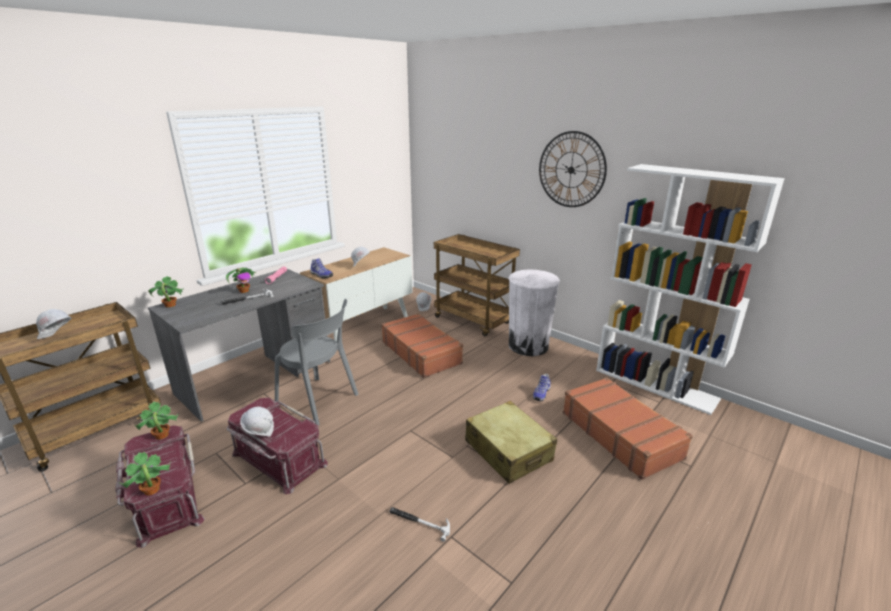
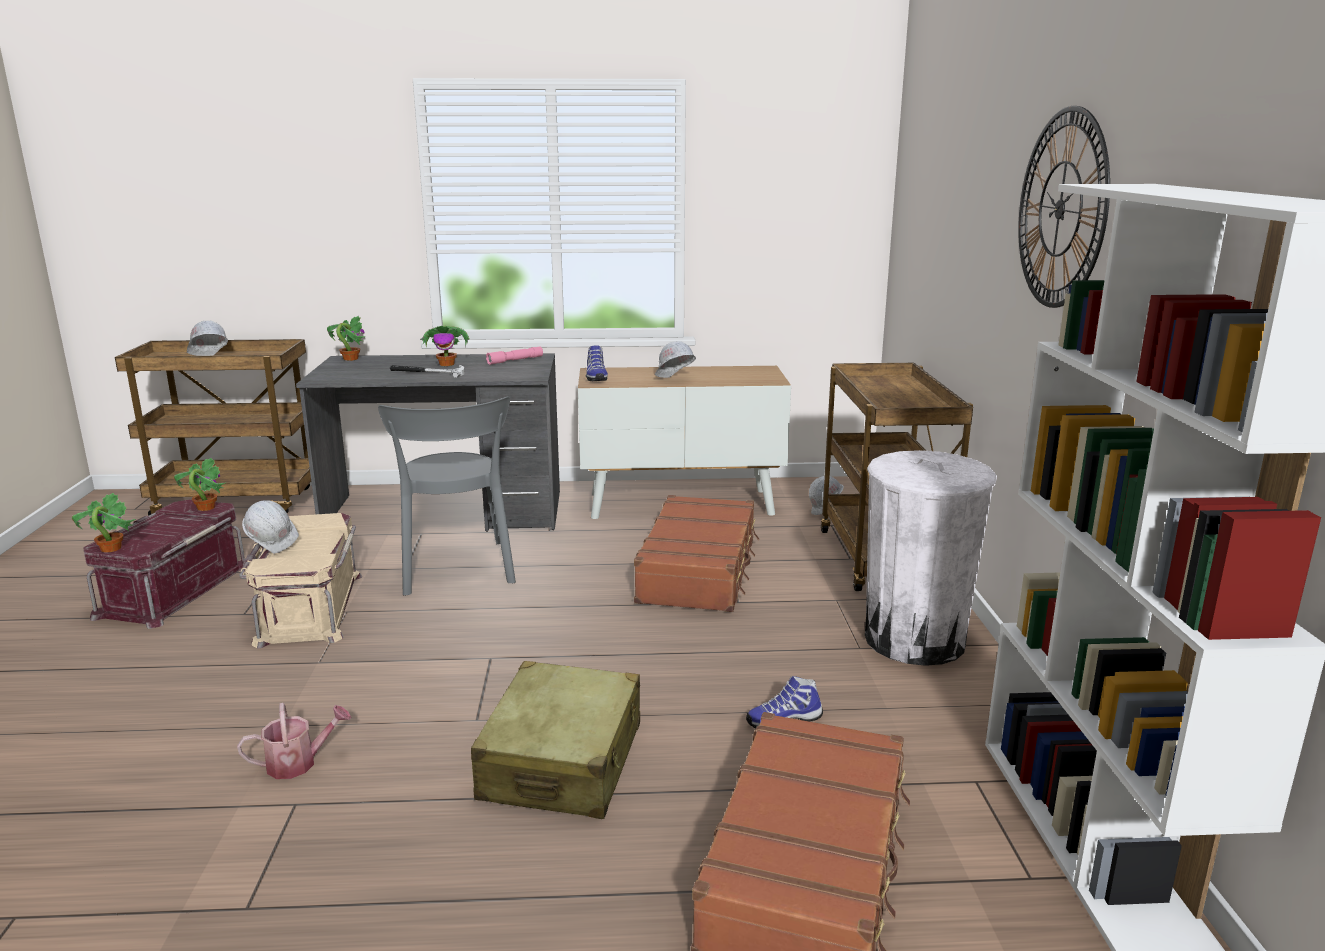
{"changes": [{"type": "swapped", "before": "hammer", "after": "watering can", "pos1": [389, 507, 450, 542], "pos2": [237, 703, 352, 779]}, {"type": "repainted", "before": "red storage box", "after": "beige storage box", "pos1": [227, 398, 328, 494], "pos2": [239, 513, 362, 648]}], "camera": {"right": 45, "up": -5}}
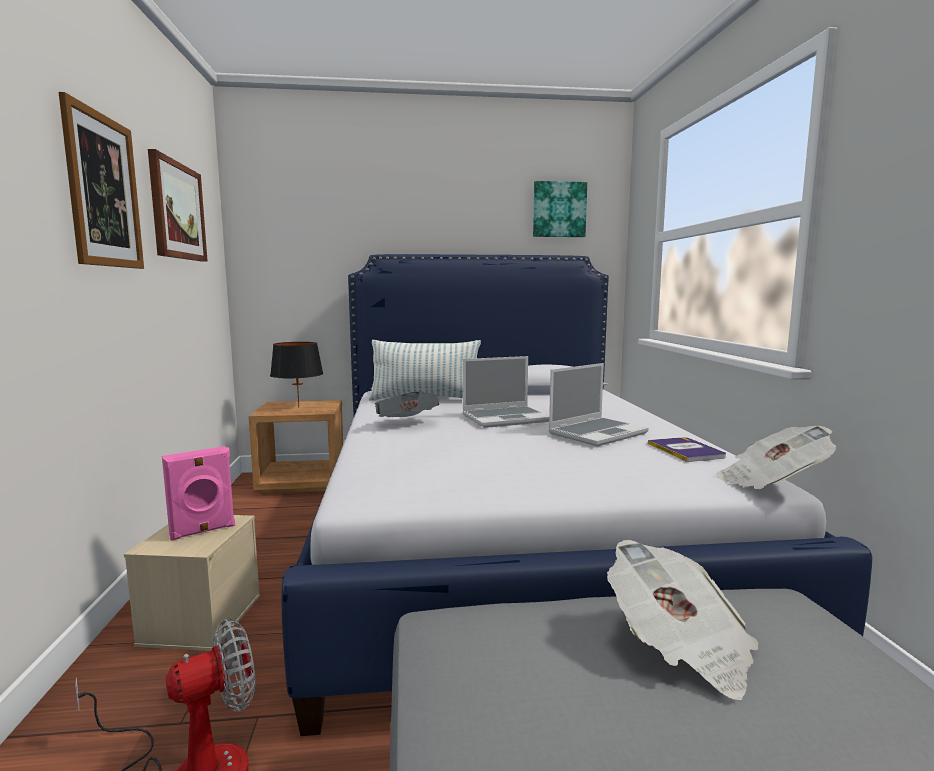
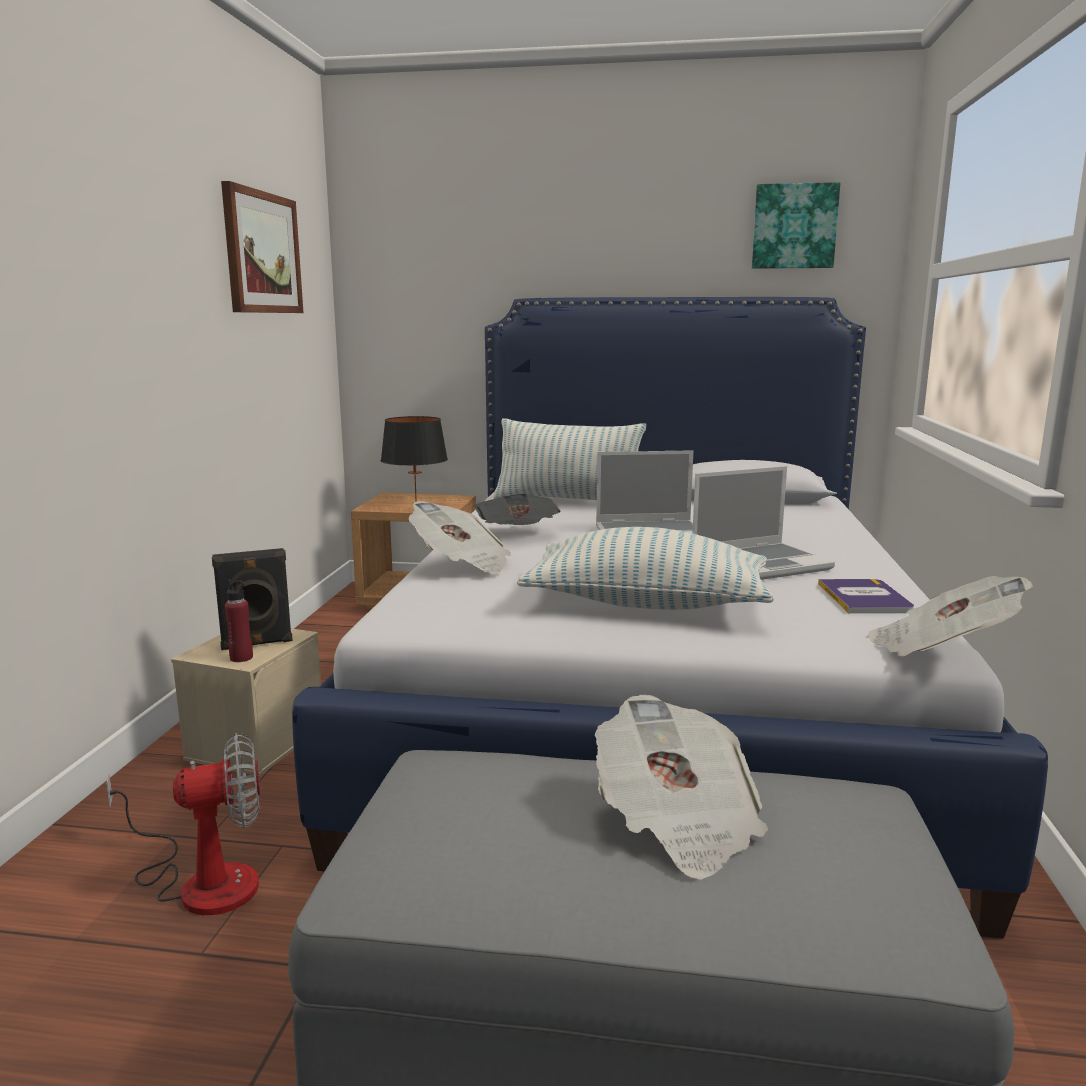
{"changes": [{"type": "gone", "before": "picture", "pos1": [59, 92, 144, 269]}, {"type": "new", "after": "red bottle", "pos2": [225, 579, 253, 662]}, {"type": "new", "after": "newspaper", "pos2": [408, 501, 511, 574]}, {"type": "new", "after": "pillow", "pos2": [517, 527, 774, 610]}, {"type": "repainted", "before": "pink speaker", "after": "black speaker", "pos1": [162, 446, 235, 541], "pos2": [212, 548, 293, 650]}], "camera": {"right": 15, "up": 5}}
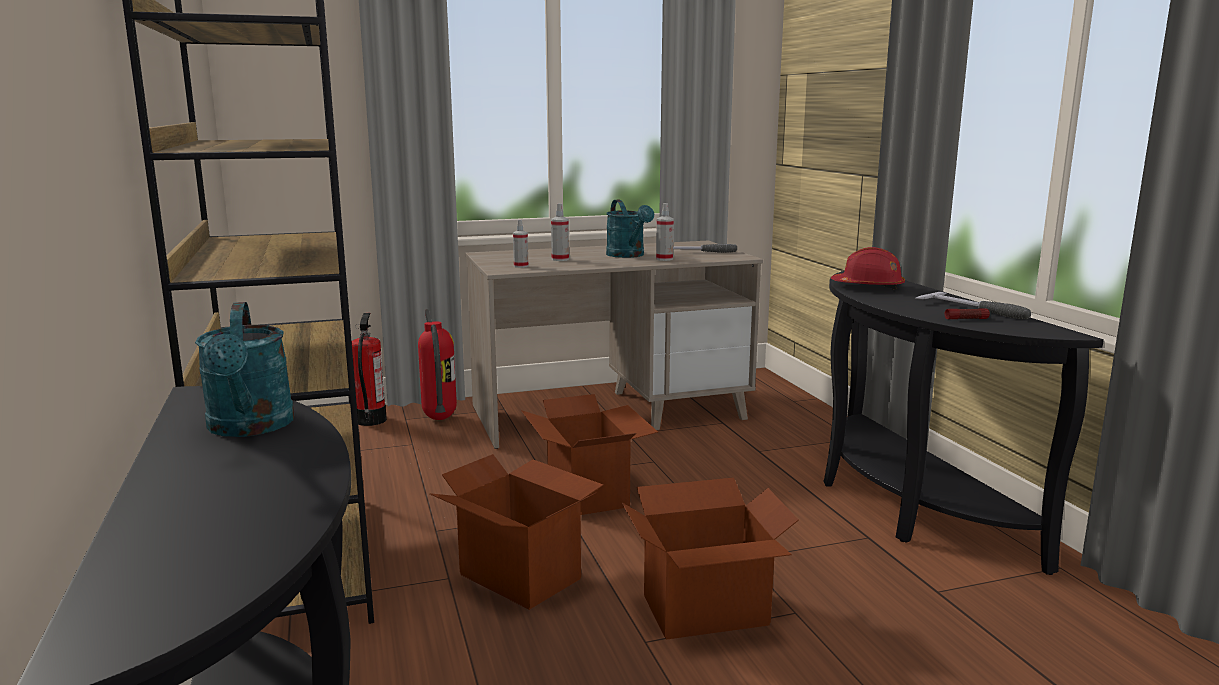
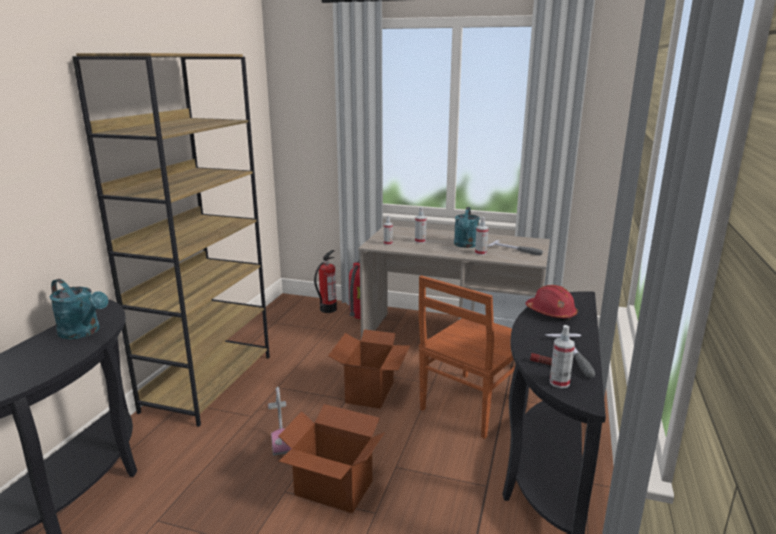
{"changes": [{"type": "new", "after": "brown chair", "pos2": [419, 276, 515, 439]}, {"type": "new", "after": "spray bottle", "pos2": [550, 325, 575, 388]}, {"type": "swapped", "before": "cardboard box", "after": "vacuum cleaner", "pos1": [429, 454, 603, 610], "pos2": [268, 387, 291, 456]}, {"type": "rotated", "before": "turquoise watering can", "pos1": [195, 302, 294, 437], "pos2": [49, 279, 108, 339], "turn": -75}], "camera": {"right": 35, "up": 5}}
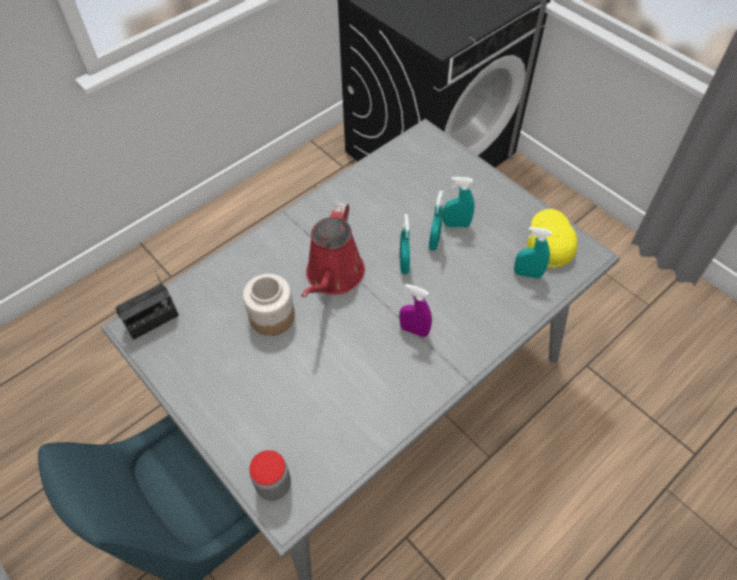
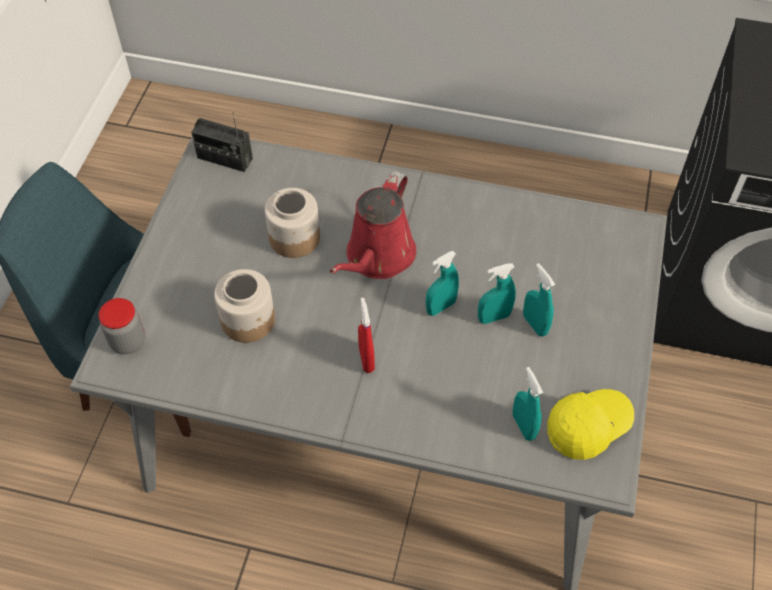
{"changes": [{"type": "new", "after": "jar", "pos2": [214, 269, 275, 343]}, {"type": "repainted", "before": "purple spray bottle", "after": "red spray bottle", "pos1": [399, 284, 432, 337], "pos2": [358, 298, 375, 373]}, {"type": "rotated", "before": "red watering can", "pos1": [301, 202, 365, 298], "pos2": [330, 171, 416, 279], "turn": -45}], "camera": {"right": 55, "up": 0}}
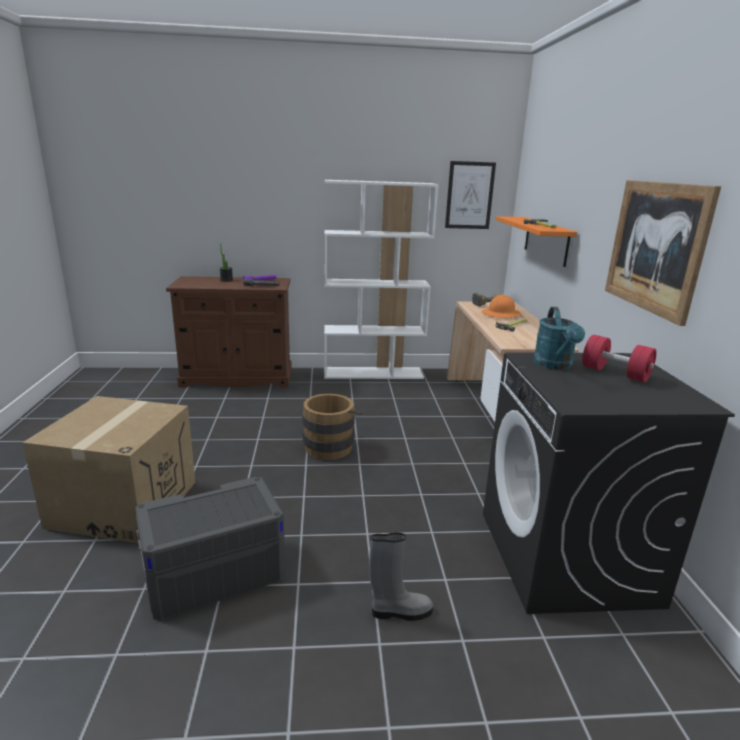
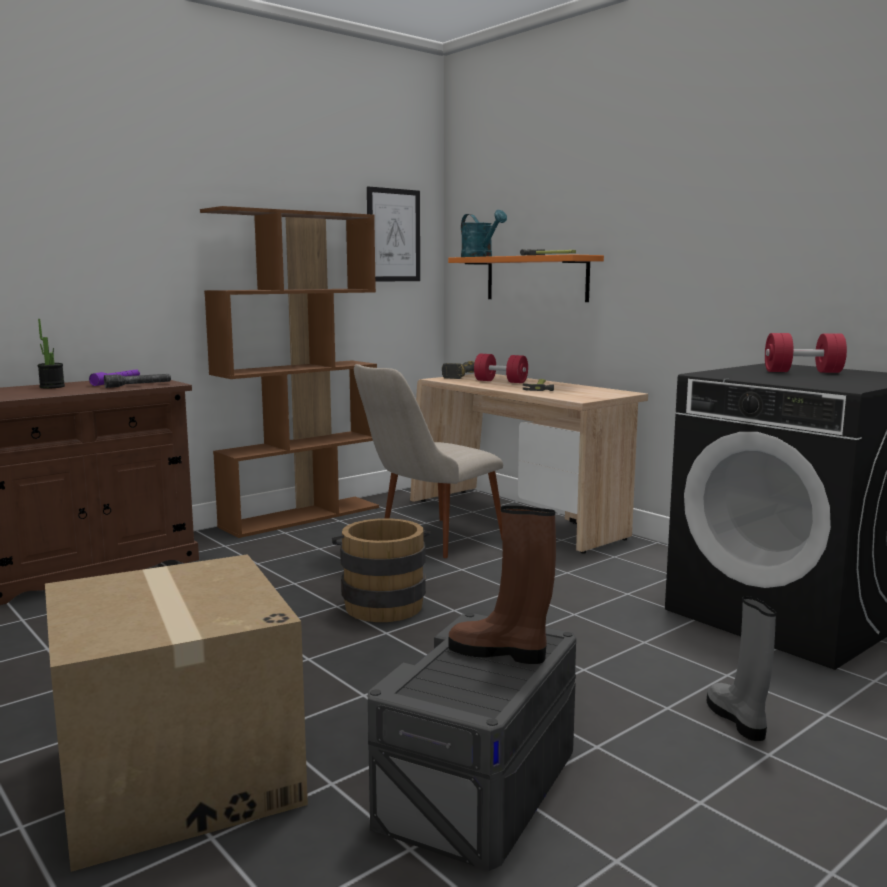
{"changes": [{"type": "gone", "before": "picture", "pos1": [605, 180, 721, 326]}, {"type": "new", "after": "beige chair", "pos2": [354, 364, 503, 558]}, {"type": "new", "after": "brown boot", "pos2": [449, 506, 556, 664]}, {"type": "shifted", "before": "turquoise watering can", "pos1": [533, 307, 585, 370], "pos2": [461, 210, 507, 257]}, {"type": "swapped", "before": "orange hard hat", "after": "red dumbbell", "pos1": [482, 295, 521, 318], "pos2": [474, 354, 528, 383]}, {"type": "repainted", "before": "white bookcase", "after": "brown bookcase", "pos1": [324, 180, 439, 379], "pos2": [200, 206, 379, 538]}, {"type": "rotated", "before": "grey boot", "pos1": [369, 533, 433, 621], "pos2": [707, 596, 776, 741], "turn": -60}], "camera": {"right": -35, "up": -10}}
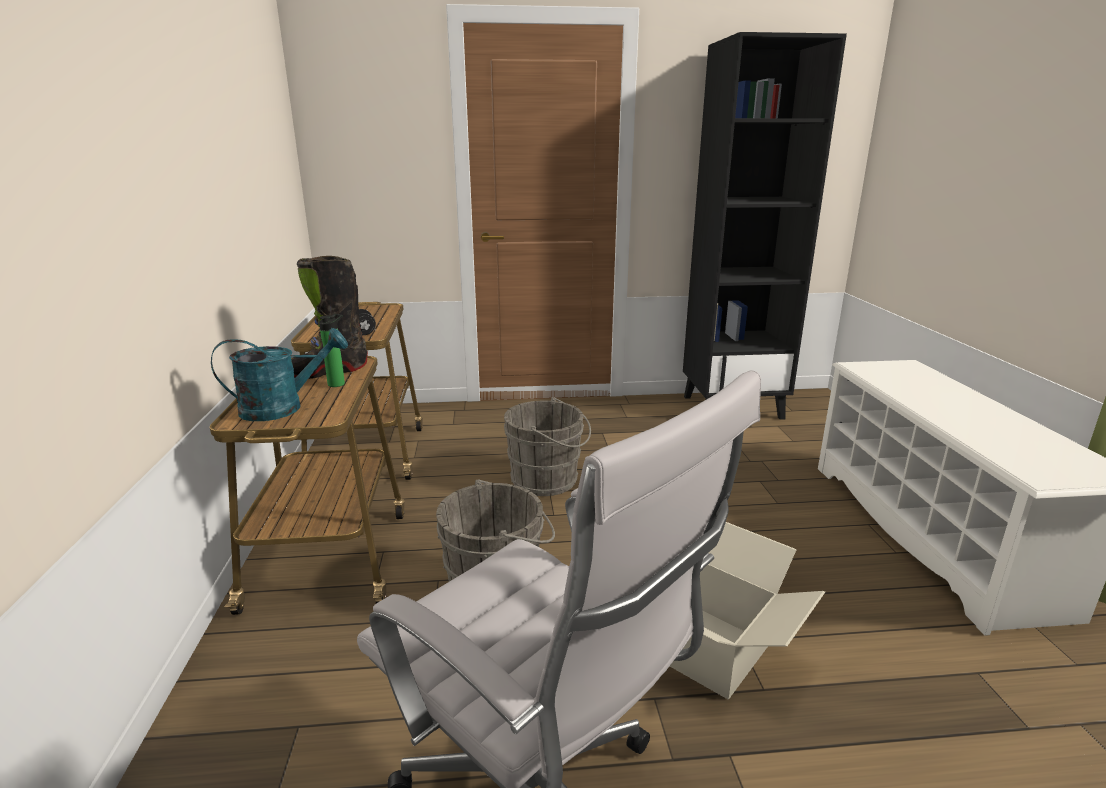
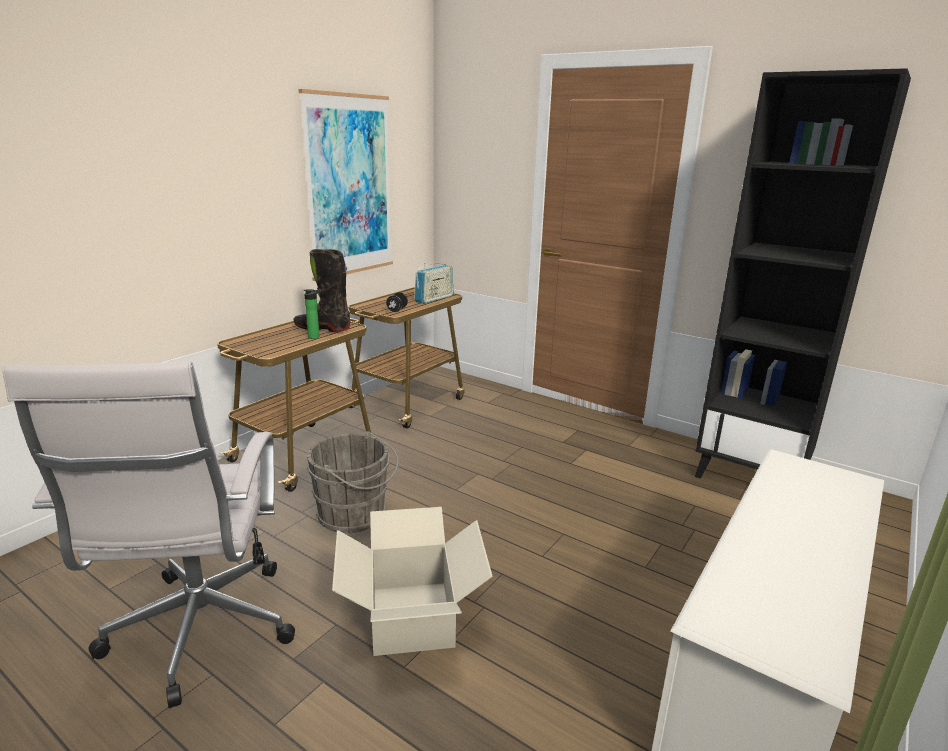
{"changes": [{"type": "gone", "before": "turquoise watering can", "pos1": [211, 328, 348, 421]}, {"type": "gone", "before": "grey bucket", "pos1": [504, 397, 591, 496]}, {"type": "new", "after": "picture", "pos2": [298, 89, 393, 281]}, {"type": "new", "after": "radio", "pos2": [414, 262, 453, 304]}], "camera": {"right": 40, "up": 0}}
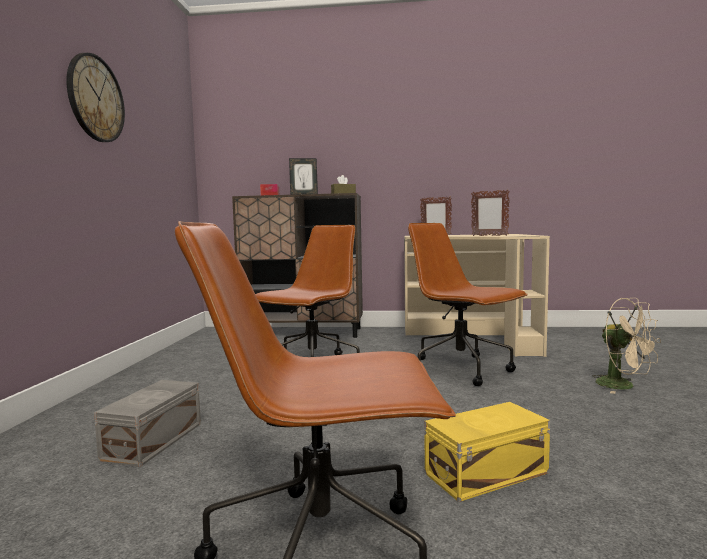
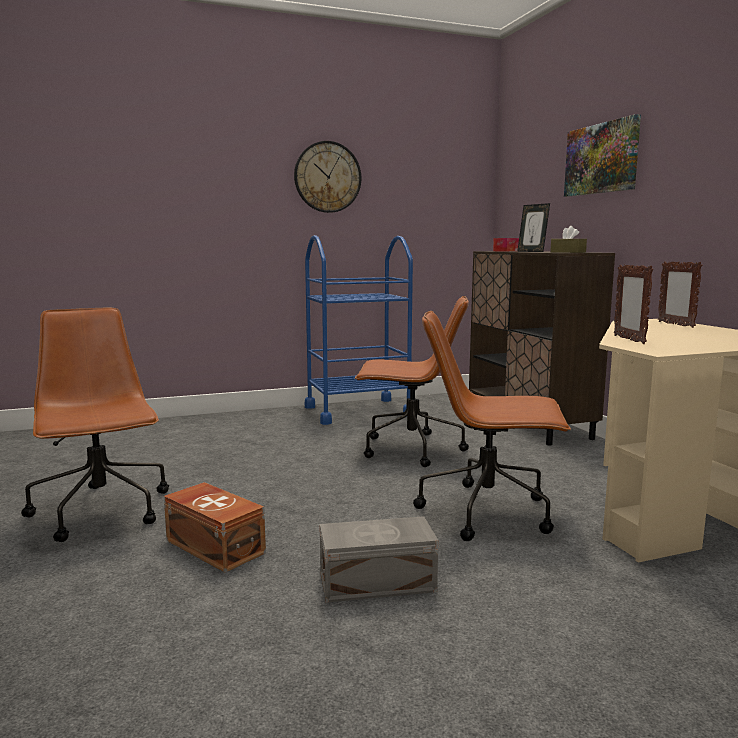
{"changes": [{"type": "gone", "before": "beige fan", "pos1": [593, 298, 661, 394]}, {"type": "new", "after": "blue cart", "pos2": [305, 235, 413, 425]}, {"type": "new", "after": "picture", "pos2": [564, 114, 641, 197]}, {"type": "shifted", "before": "grey storage box", "pos1": [94, 380, 201, 467], "pos2": [320, 516, 438, 603]}, {"type": "repainted", "before": "yellow storage box", "after": "brown storage box", "pos1": [424, 402, 550, 502], "pos2": [164, 482, 266, 572]}, {"type": "rotated", "before": "brown office chair", "pos1": [408, 223, 528, 386], "pos2": [413, 311, 571, 541], "turn": -105}], "camera": {"right": 65, "up": 5}}
